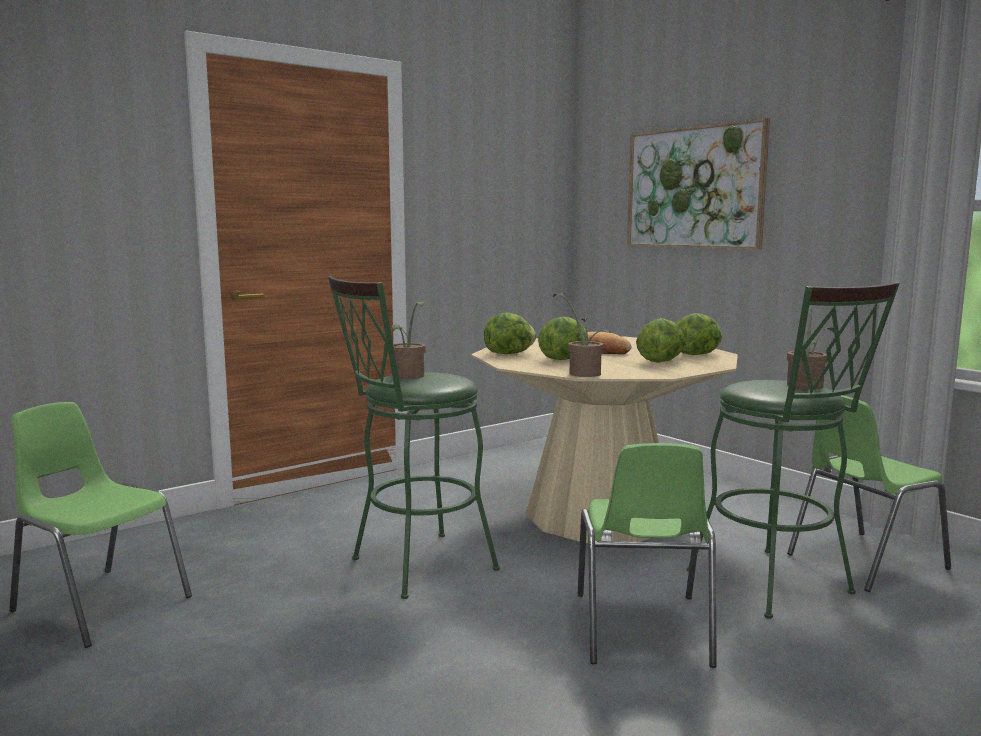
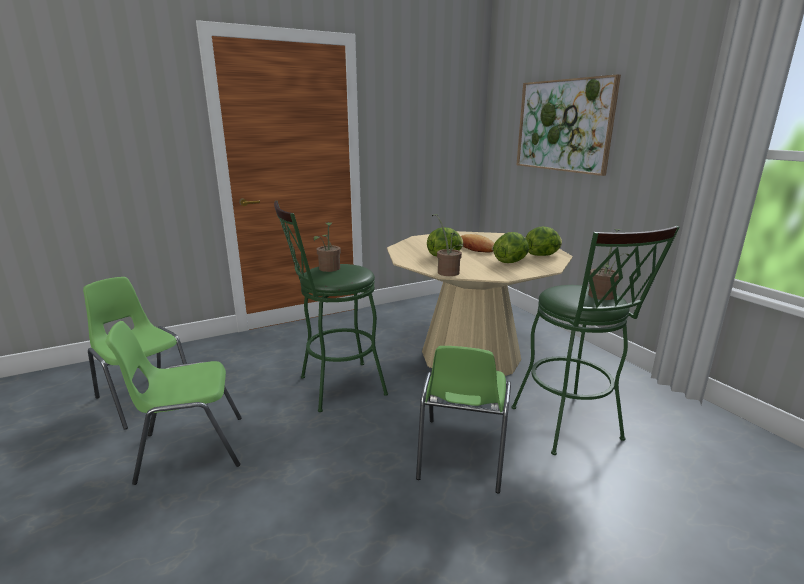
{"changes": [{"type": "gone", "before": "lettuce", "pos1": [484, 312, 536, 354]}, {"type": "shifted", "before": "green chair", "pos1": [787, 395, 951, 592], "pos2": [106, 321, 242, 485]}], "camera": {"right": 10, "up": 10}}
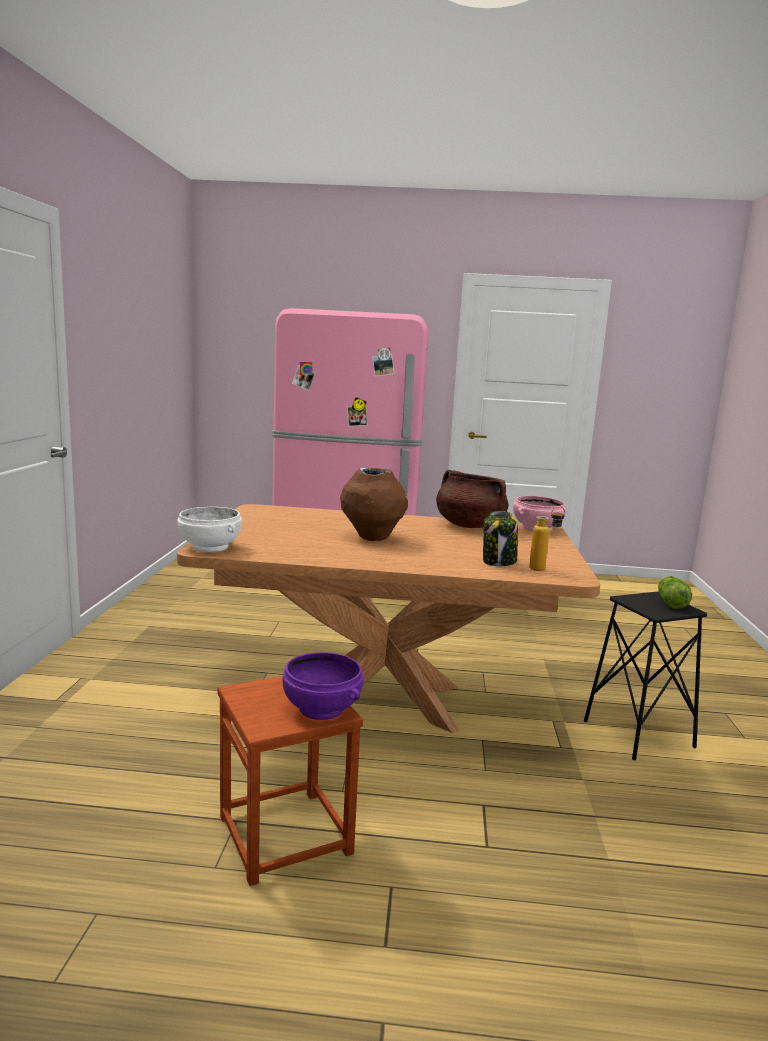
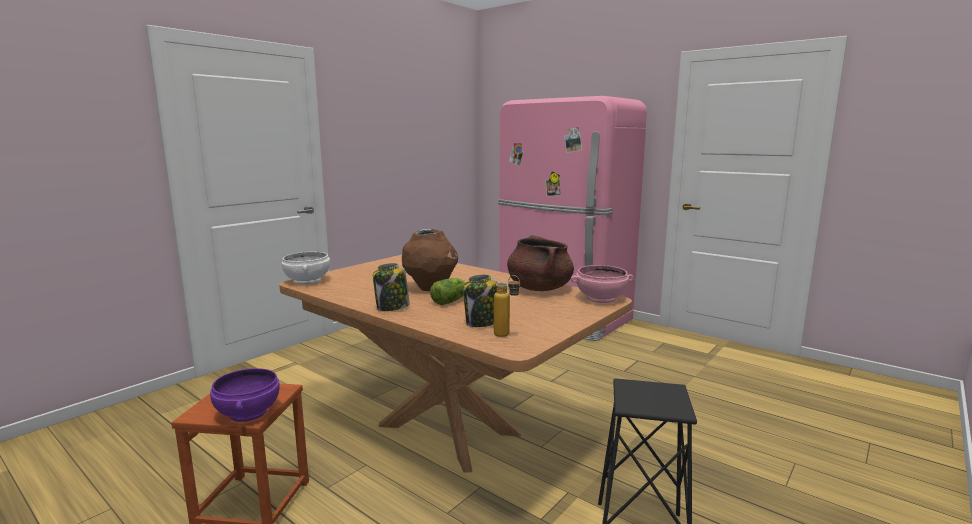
{"changes": [{"type": "new", "after": "jar", "pos2": [373, 263, 410, 311]}, {"type": "shifted", "before": "lettuce", "pos1": [658, 576, 692, 609], "pos2": [430, 278, 466, 305]}], "camera": {"right": 35, "up": 0}}
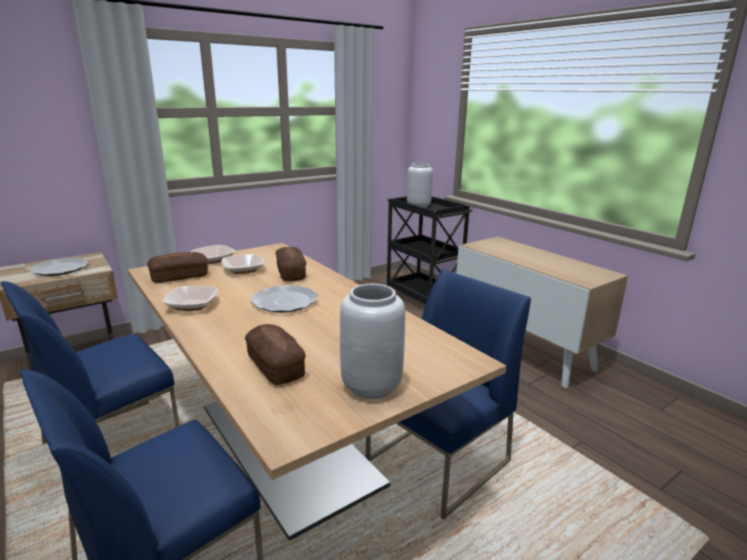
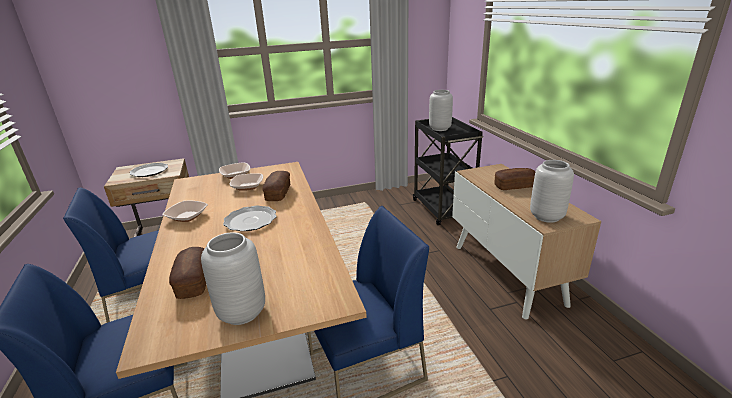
{"changes": [{"type": "new", "after": "grey vase", "pos2": [530, 160, 574, 223]}, {"type": "shifted", "before": "bread", "pos1": [147, 252, 208, 283], "pos2": [495, 168, 535, 190]}], "camera": {"right": 20, "up": 5}}
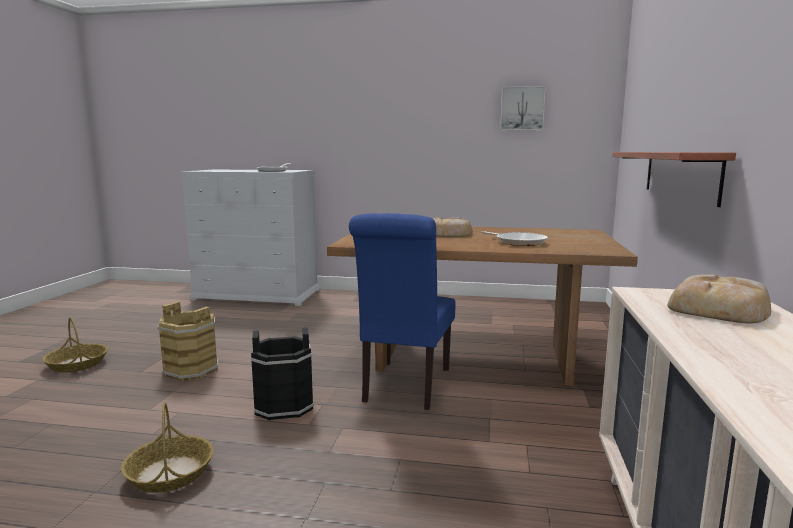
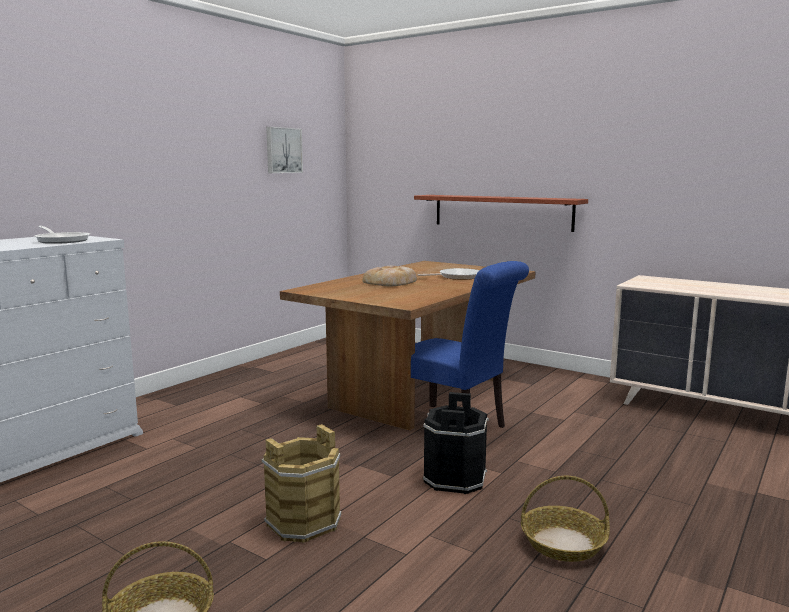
{"changes": [{"type": "gone", "before": "bread", "pos1": [668, 274, 771, 323]}], "camera": {"right": -65, "up": 0}}
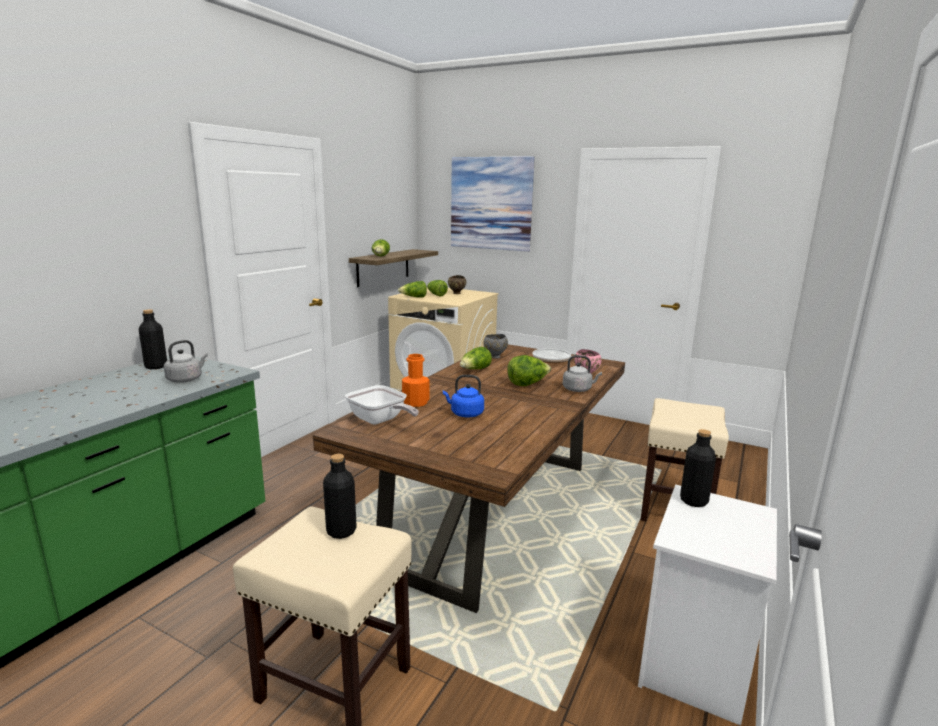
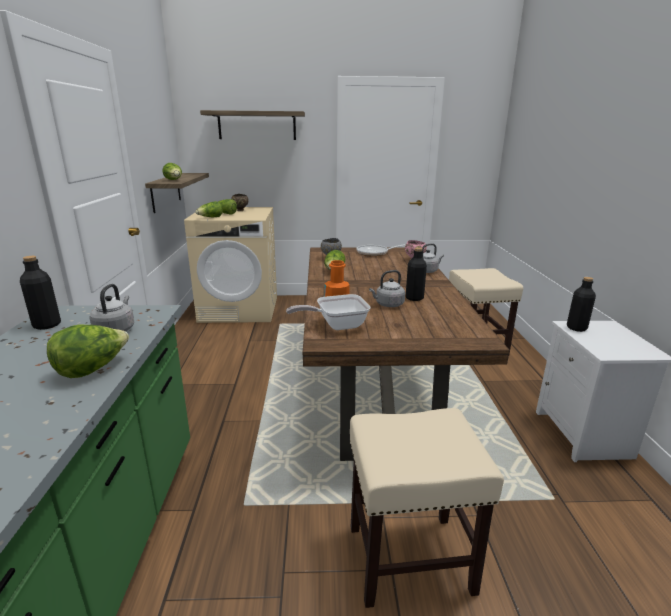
{"changes": [{"type": "shifted", "before": "black bottle", "pos1": [323, 454, 357, 539], "pos2": [406, 247, 427, 301]}, {"type": "shifted", "before": "lettuce", "pos1": [507, 355, 551, 386], "pos2": [47, 324, 129, 378]}, {"type": "swapped", "before": "picture", "after": "shelf", "pos1": [451, 156, 535, 252], "pos2": [200, 110, 305, 140]}, {"type": "repainted", "before": "blue kettle", "after": "grey kettle", "pos1": [443, 375, 484, 417], "pos2": [369, 270, 405, 307]}, {"type": "rotated", "before": "frying pan", "pos1": [345, 385, 419, 425], "pos2": [286, 294, 371, 330], "turn": 150}], "camera": {"right": -30, "up": 5}}
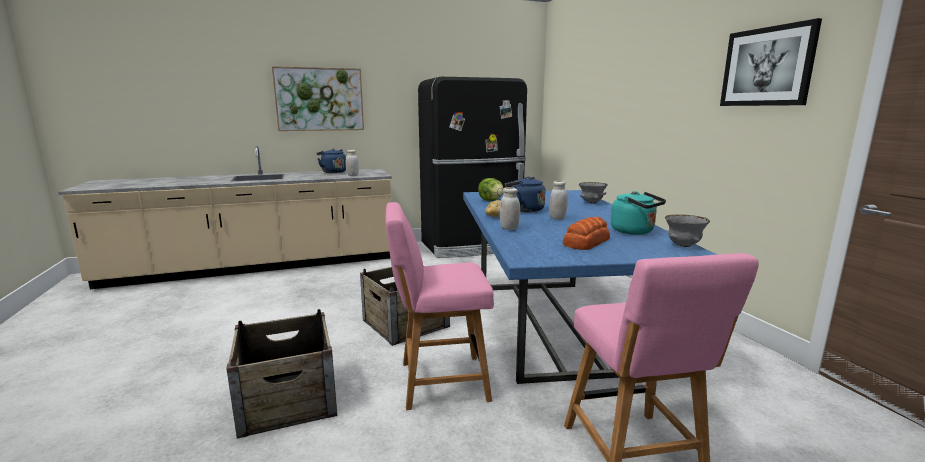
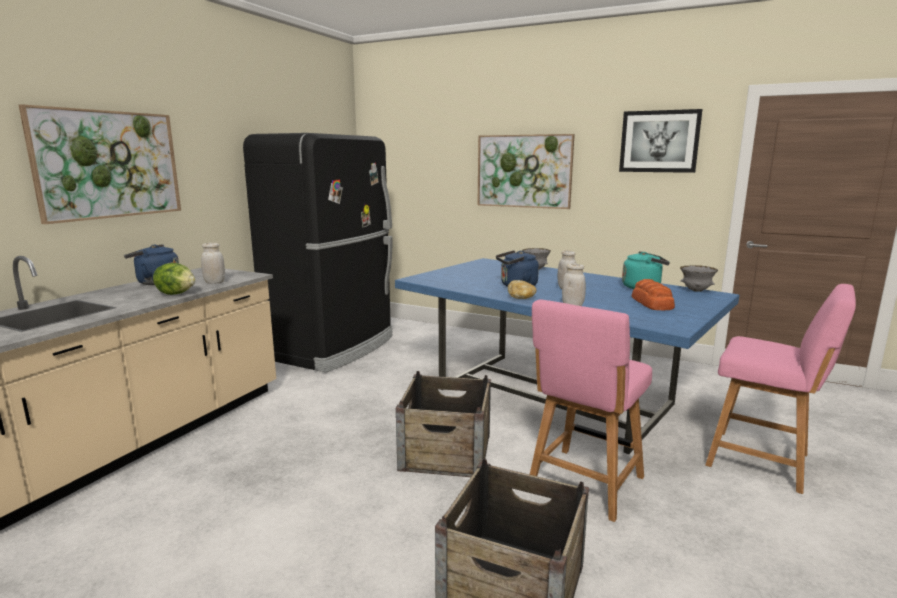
{"changes": [{"type": "new", "after": "picture", "pos2": [477, 134, 575, 209]}, {"type": "shifted", "before": "lettuce", "pos1": [478, 178, 503, 201], "pos2": [153, 263, 196, 295]}], "camera": {"right": -45, "up": 0}}
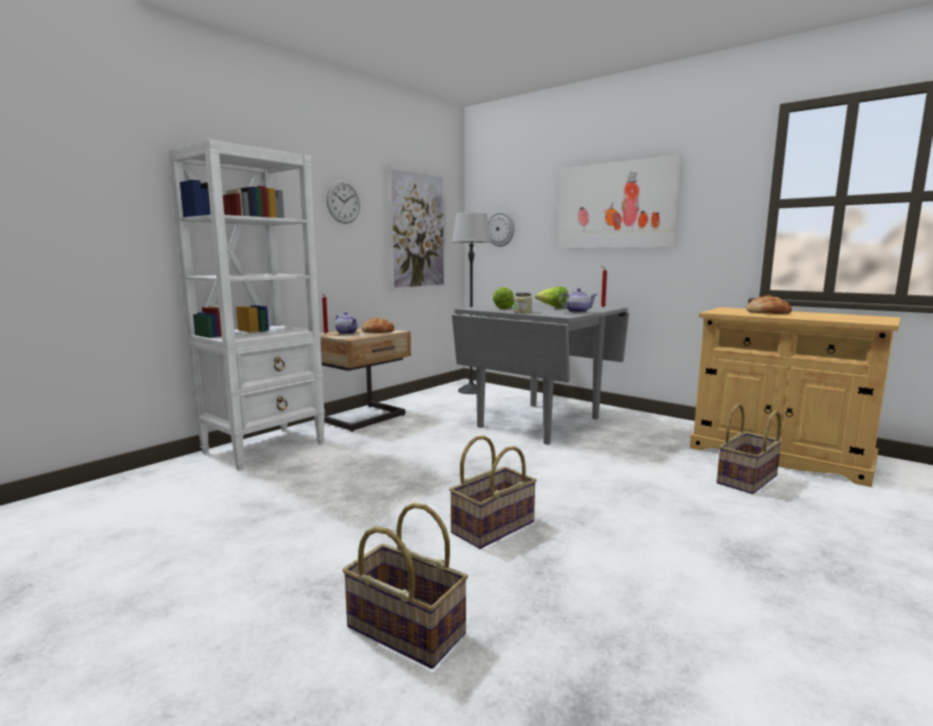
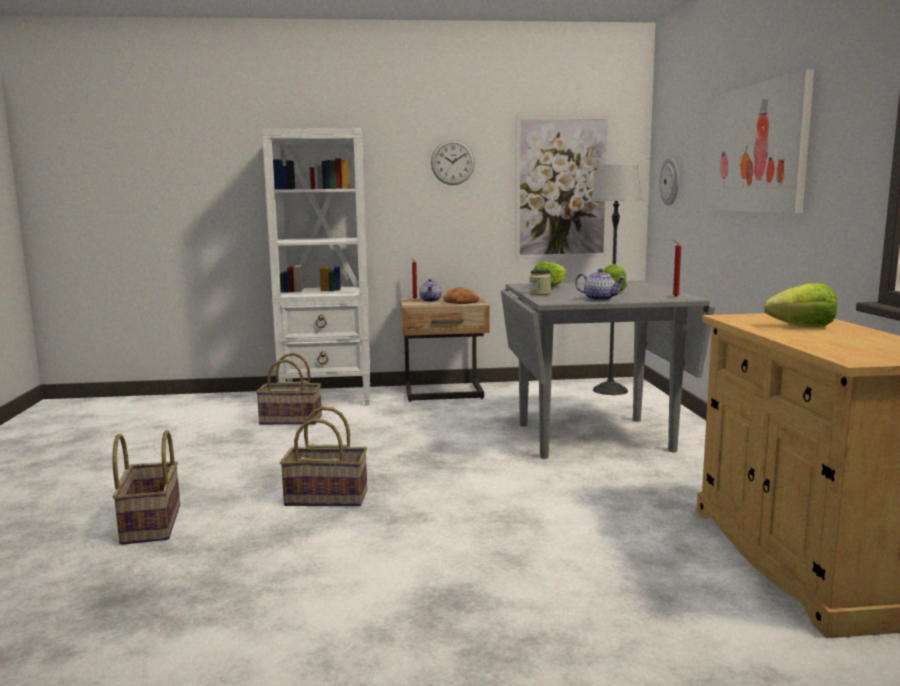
{"changes": [{"type": "shifted", "before": "basket", "pos1": [717, 403, 783, 494], "pos2": [256, 353, 322, 425]}, {"type": "swapped", "before": "bread", "after": "lettuce", "pos1": [746, 296, 792, 314], "pos2": [763, 283, 837, 327]}], "camera": {"right": 45, "up": 0}}
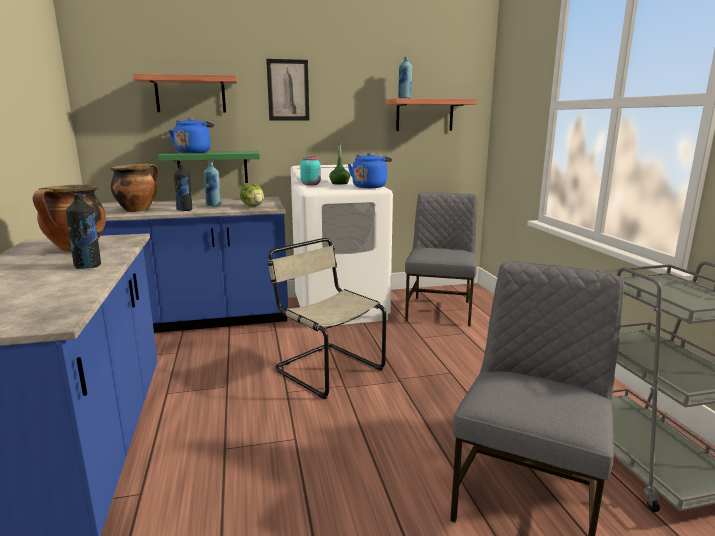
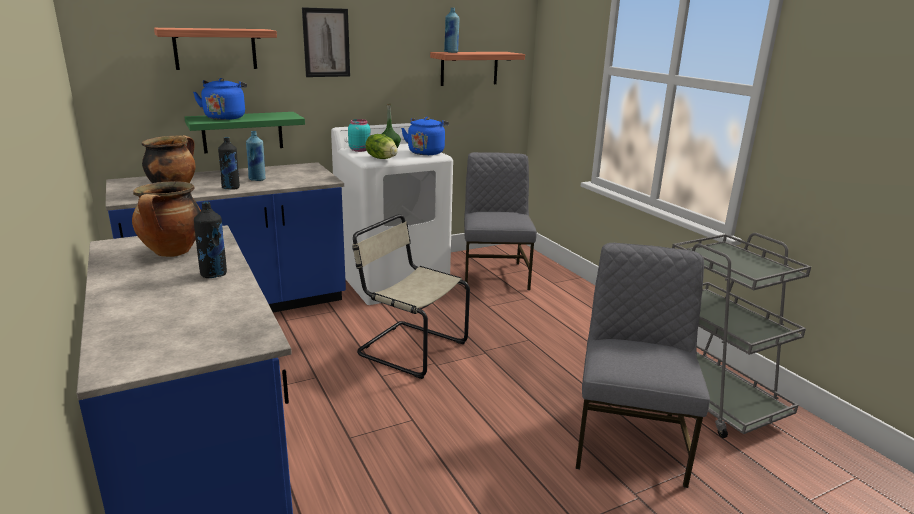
{"changes": [{"type": "shifted", "before": "lettuce", "pos1": [240, 183, 264, 206], "pos2": [365, 134, 398, 159]}], "camera": {"right": -15, "up": 5}}
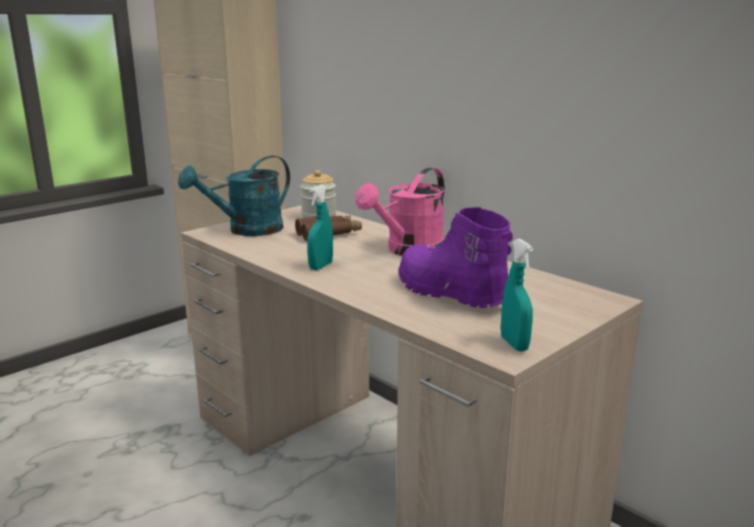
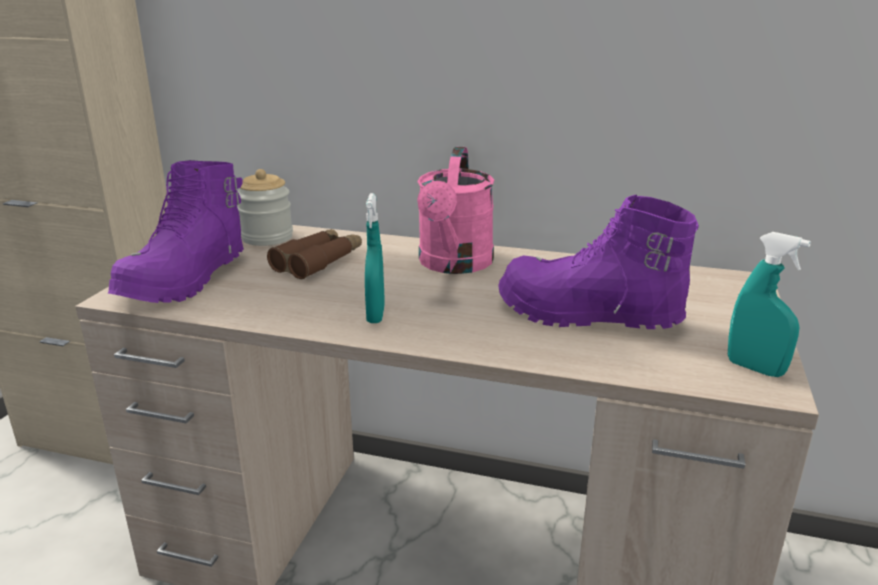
{"changes": [{"type": "swapped", "before": "turquoise watering can", "after": "purple boot", "pos1": [178, 156, 290, 236], "pos2": [108, 160, 244, 303]}], "camera": {"right": -30, "up": 5}}
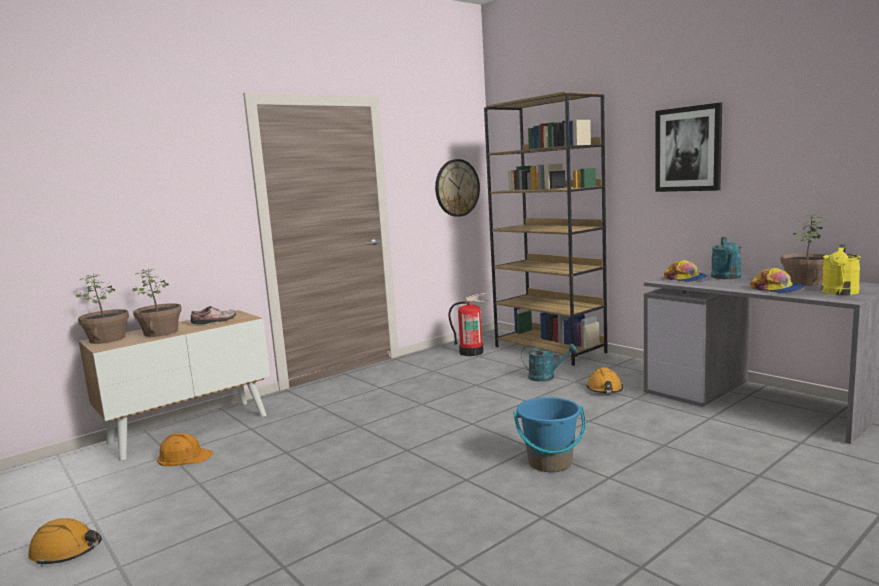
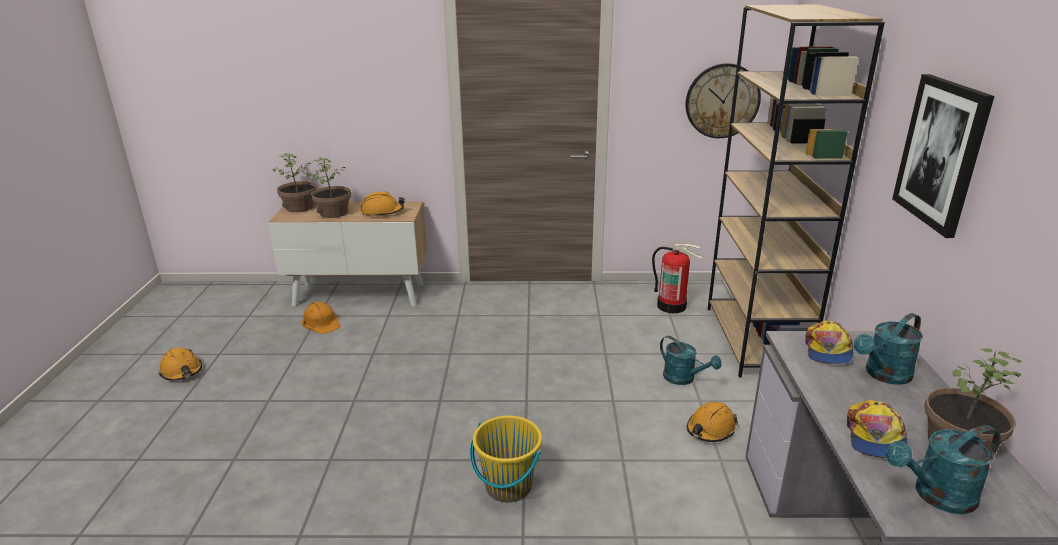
{"changes": [{"type": "swapped", "before": "shoe", "after": "orange hard hat", "pos1": [191, 306, 236, 325], "pos2": [360, 191, 405, 217]}, {"type": "repainted", "before": "blue bucket", "after": "yellow bucket", "pos1": [513, 397, 585, 472], "pos2": [470, 416, 542, 502]}, {"type": "repainted", "before": "yellow watering can", "after": "turquoise watering can", "pos1": [821, 245, 861, 295], "pos2": [886, 425, 1001, 514]}], "camera": {"right": 40, "up": 15}}
